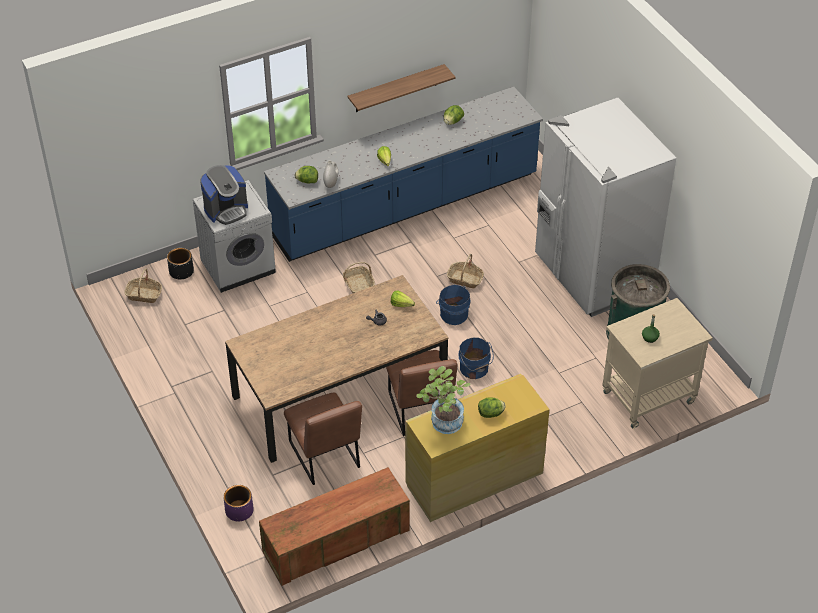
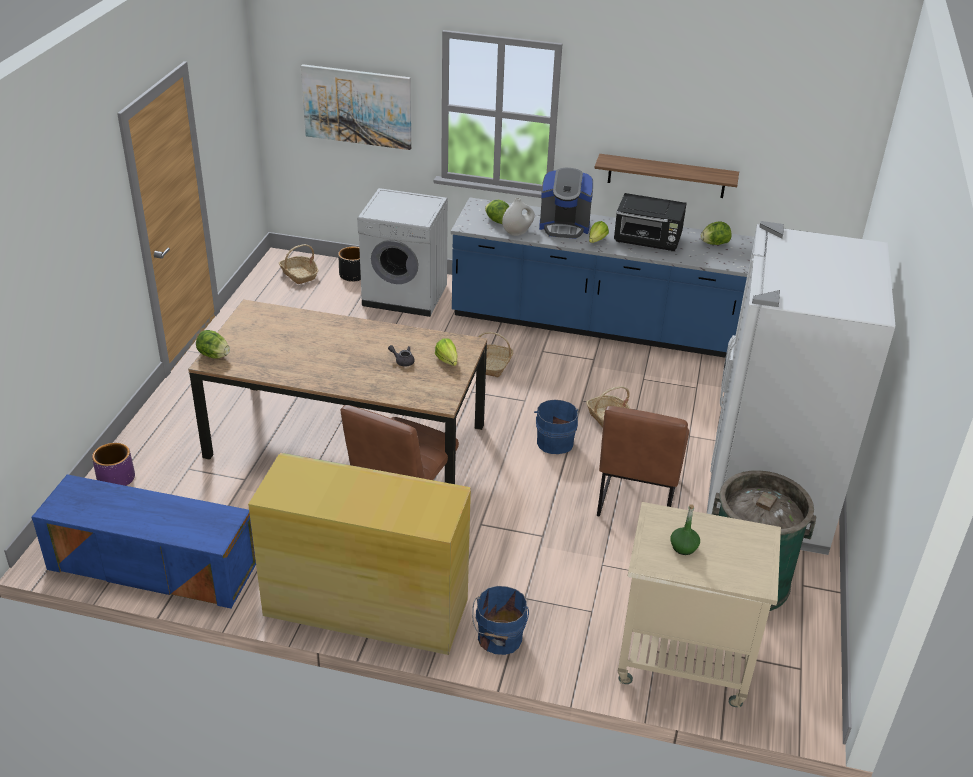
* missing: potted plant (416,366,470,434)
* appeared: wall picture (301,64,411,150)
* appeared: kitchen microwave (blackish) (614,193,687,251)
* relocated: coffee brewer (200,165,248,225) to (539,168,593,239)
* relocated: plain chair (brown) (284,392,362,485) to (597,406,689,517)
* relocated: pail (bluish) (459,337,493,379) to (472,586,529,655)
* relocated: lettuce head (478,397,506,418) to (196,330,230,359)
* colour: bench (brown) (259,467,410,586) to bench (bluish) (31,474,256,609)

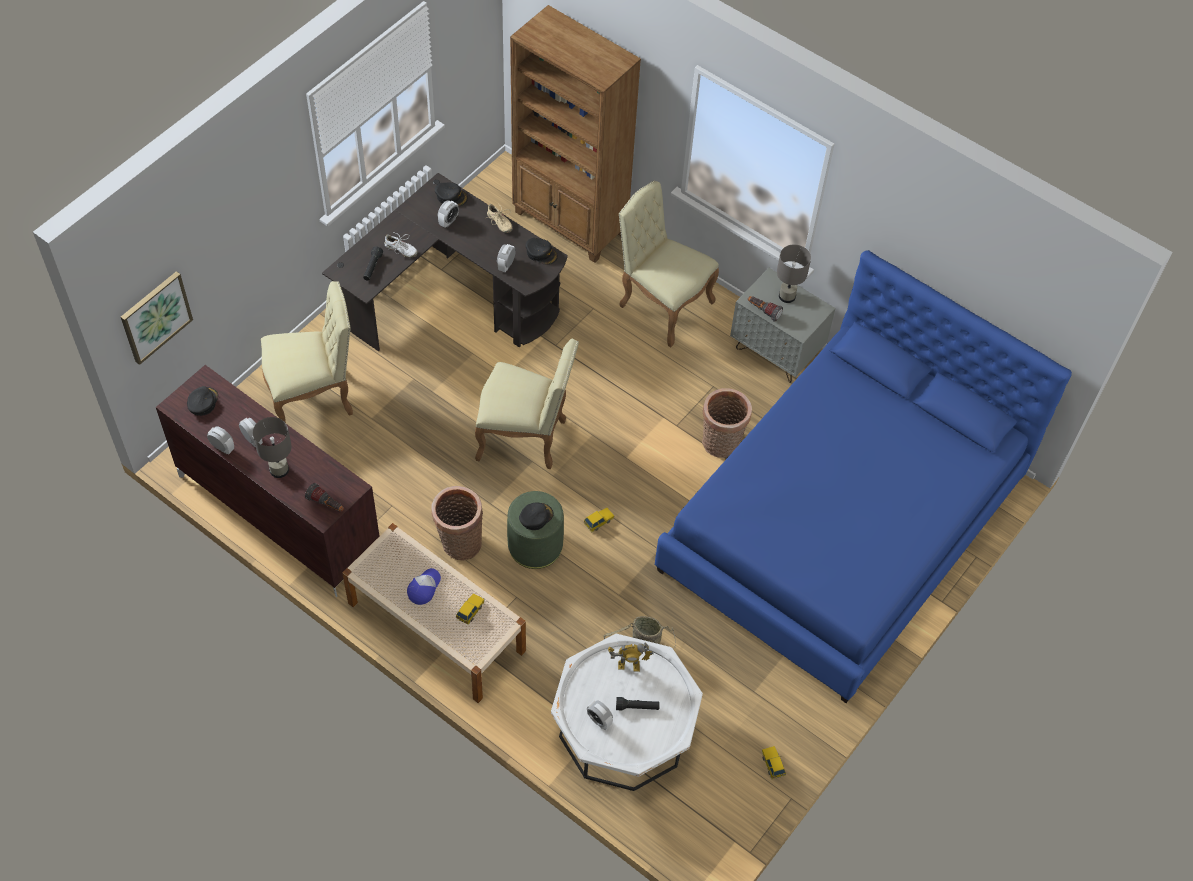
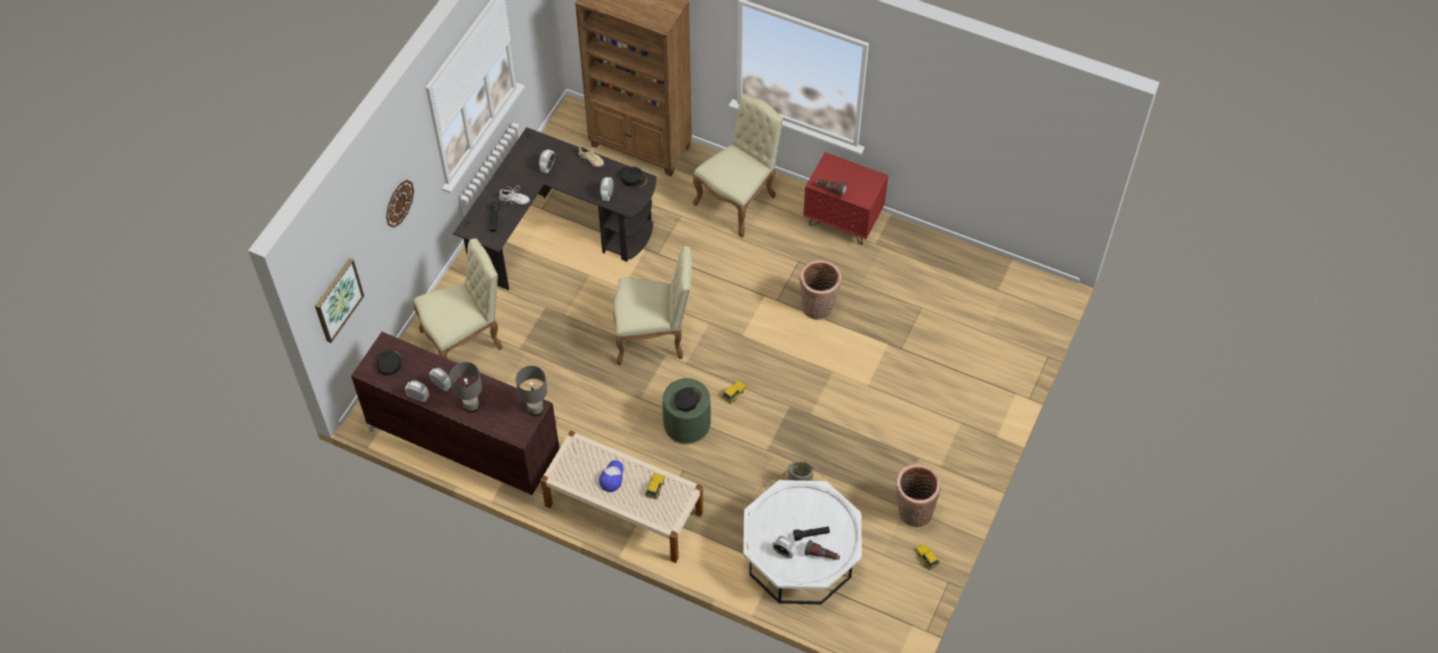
* missing: baseball cap (blackish) (435,183,468,206)
* missing: robot figure (608,643,654,672)
* missing: bedroom bed (bluish) (655,250,1072,703)
* appeared: hanging clock (386,180,414,228)
* relocated: hand torch (305,483,344,512) to (805,540,840,560)
* relocated: storage basket (432,486,483,561) to (895,464,941,527)
* relocated: tabletop lamp (greyish) (777,244,811,303) to (516,366,547,416)
* colour: nightstand (greyish) (730,268,836,383) to nightstand (red) (803,152,888,245)
* spun: plain chair (beige-coloured) (619,181,719,347) = (693,94,783,238) 105 degrees clockwise

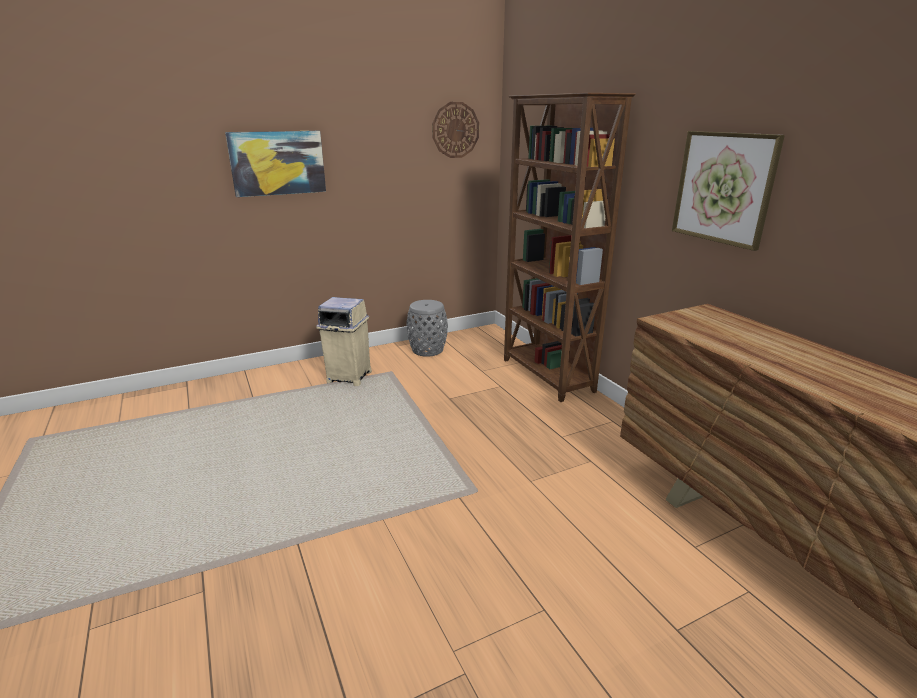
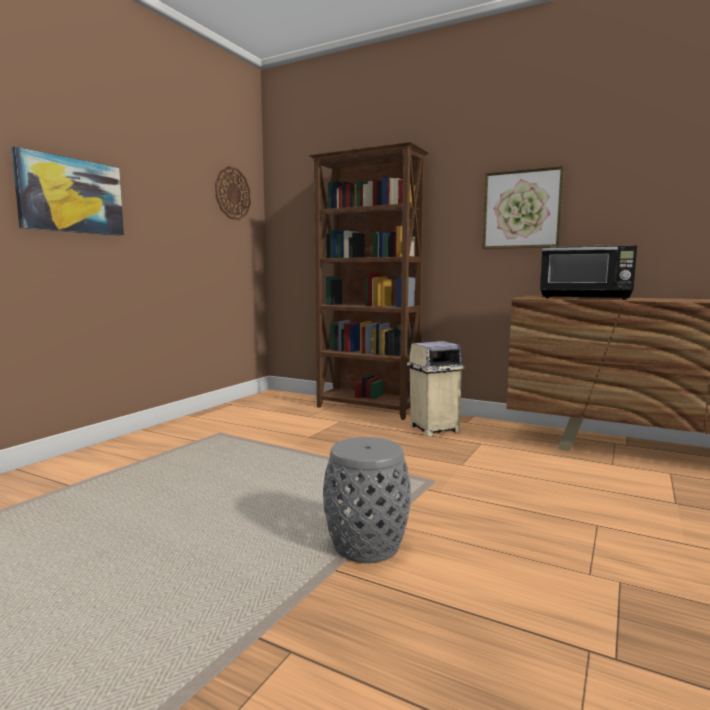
* appeared: kitchen microwave (blackish) (540,246,637,300)
* relocated: waste bin (beige-coloured) (316,297,372,386) to (407,341,465,437)
* relocated: sitting stool (greyish) (406,300,448,357) to (323,437,411,563)

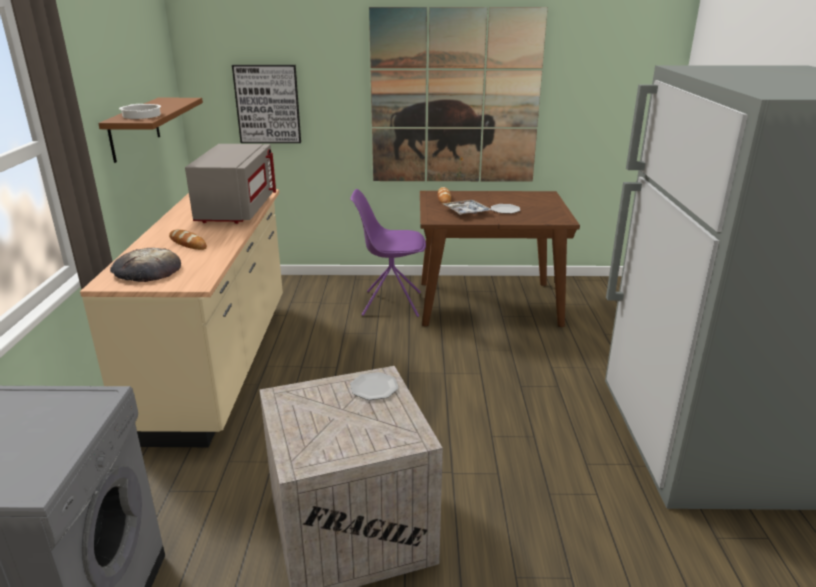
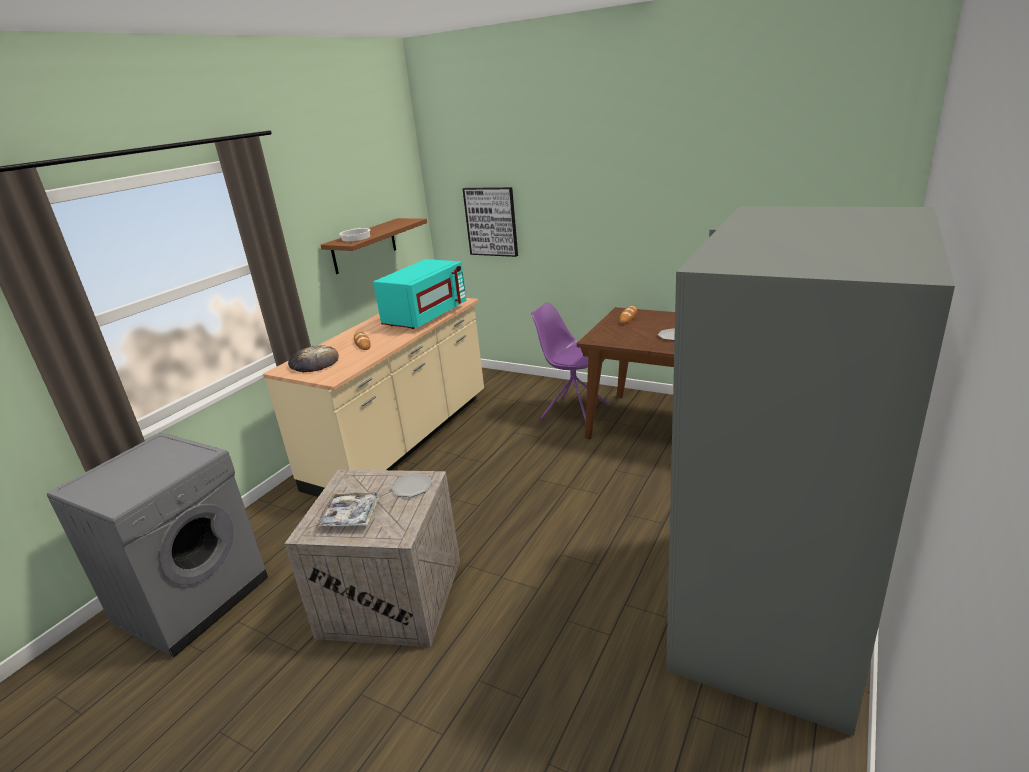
* missing: wall picture (369,7,548,182)
* relocated: tray (442,200,492,215) to (315,492,381,527)
* colour: kitchen microwave (greyish) (185,144,276,224) to kitchen microwave (turquoise-coloured) (373,259,466,329)

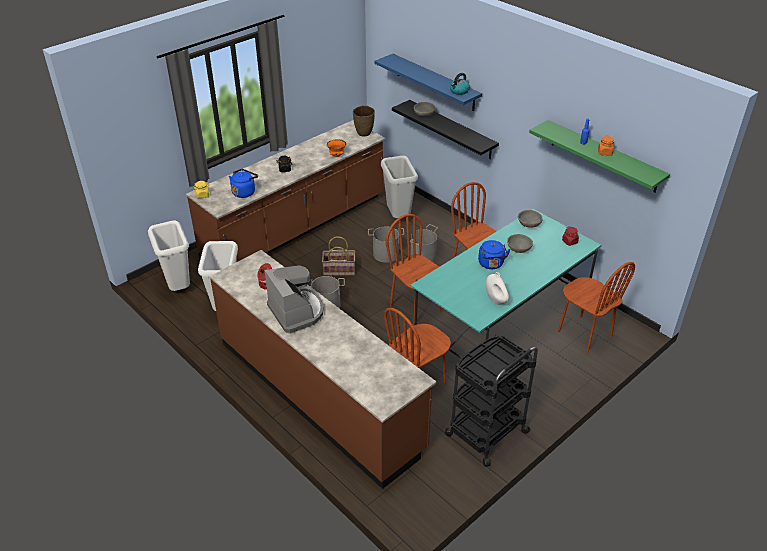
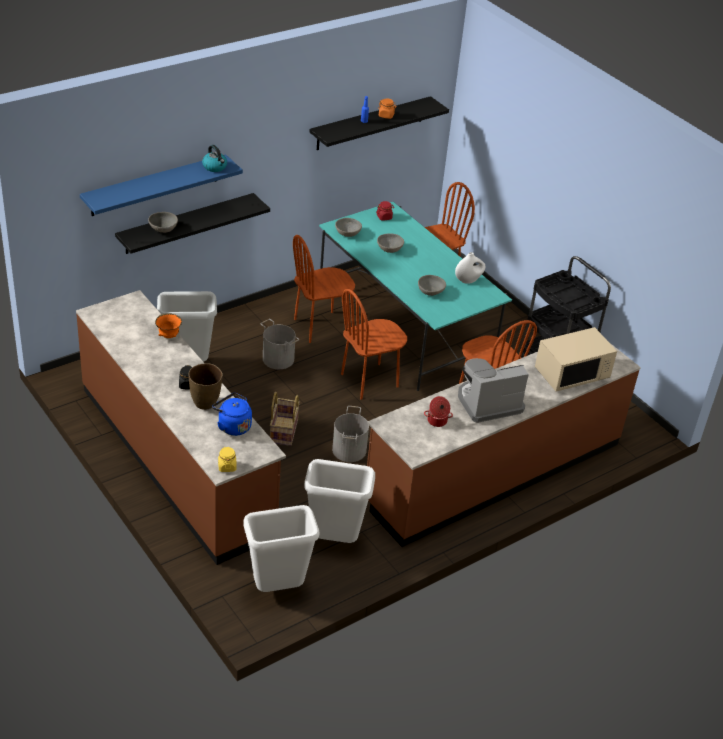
* missing: pail (greyish) (368,226,404,263)
* missing: tea kettle (bluish) (478,240,511,269)
* appeared: deep dish (greyish) (418,275,446,296)
* appeared: kitchen microwave (beige-coloured) (535,327,617,392)
* relocated: flower vase (brown) (353,105,375,136) to (189,363,223,410)
* colour: shelf (greenish) (529,120,670,193) to shelf (blackish) (309,96,449,150)

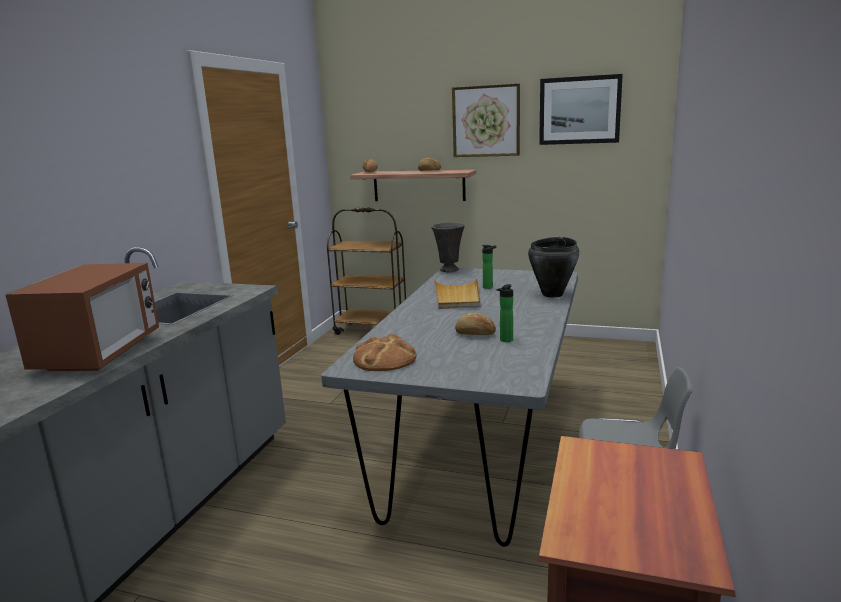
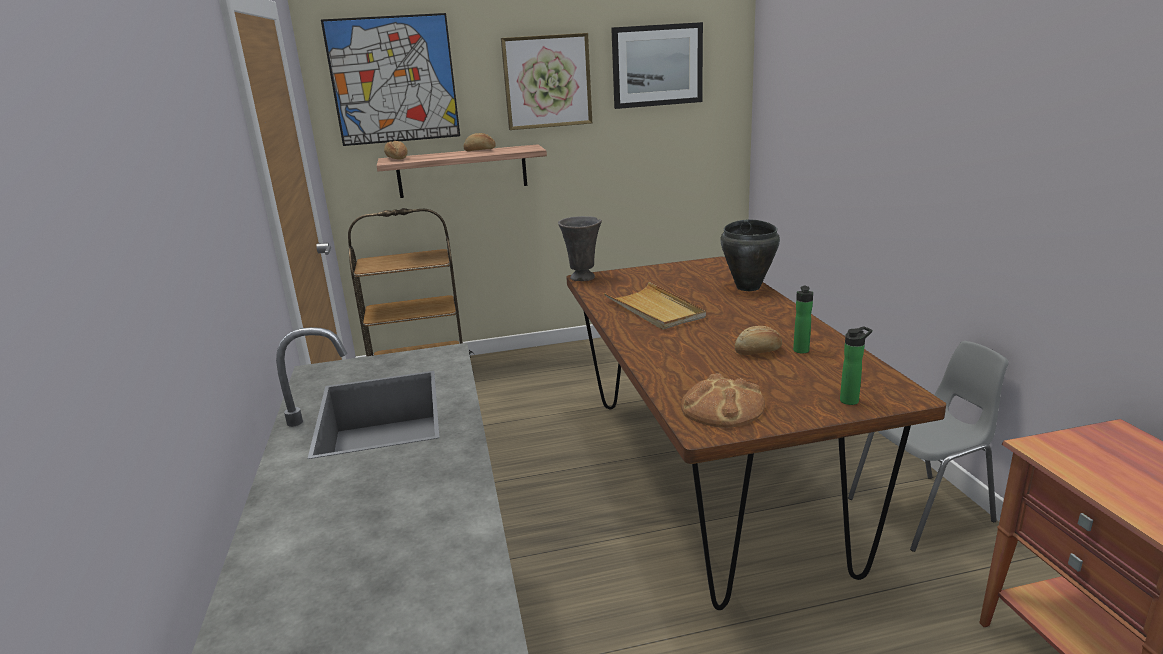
* missing: kitchen microwave (5,263,159,371)
* appeared: wall picture (321,13,460,146)
* relocated: drink bottle (482,245,497,289) to (840,326,872,405)
* colour: dinner table (greyish) (321,268,578,547) to dinner table (brown) (566,257,946,610)

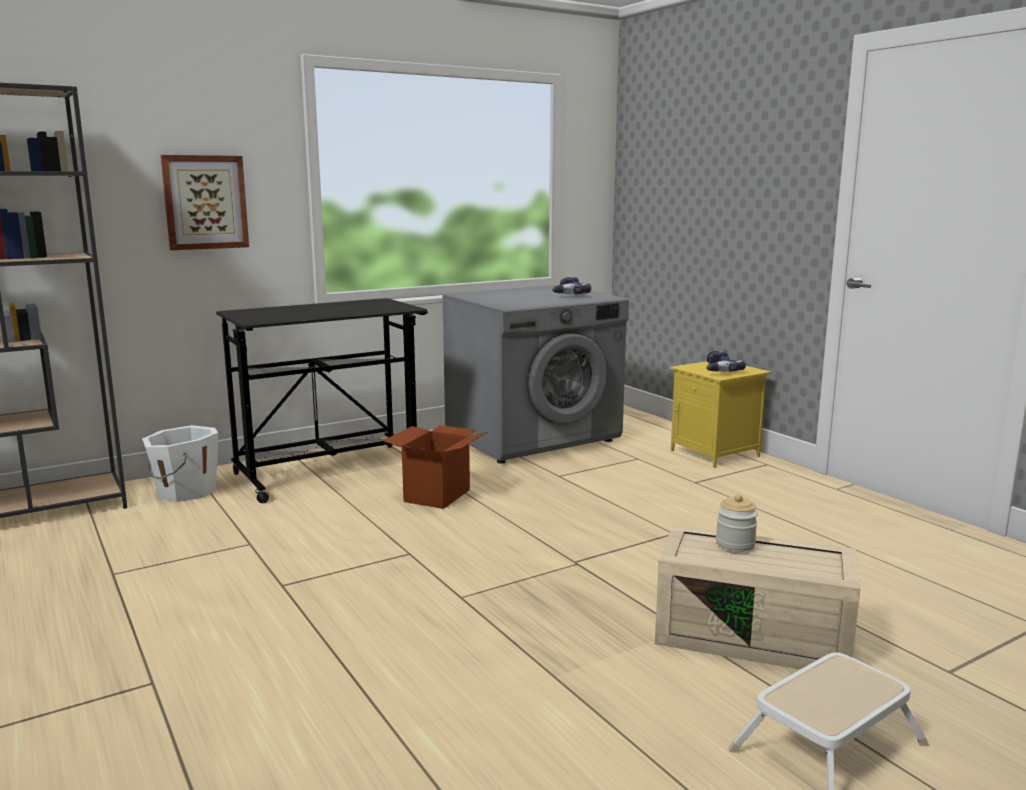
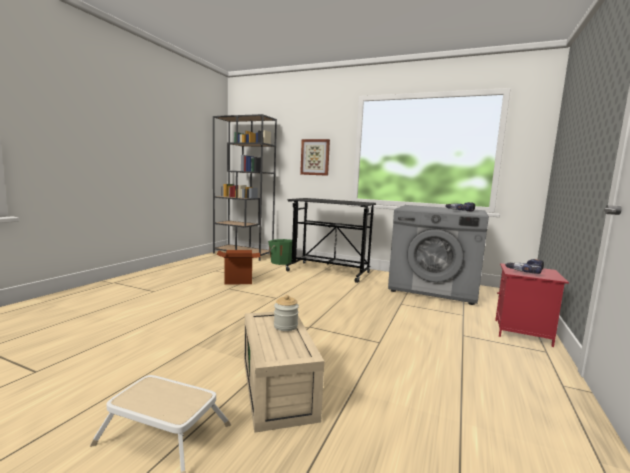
* relocated: packing box (383,425,487,509) to (217,250,261,285)
* colour: pail (white) (142,425,218,502) to pail (greenish) (268,239,292,265)
* colour: nightstand (yellow-coloured) (670,361,772,468) to nightstand (red) (495,263,569,347)

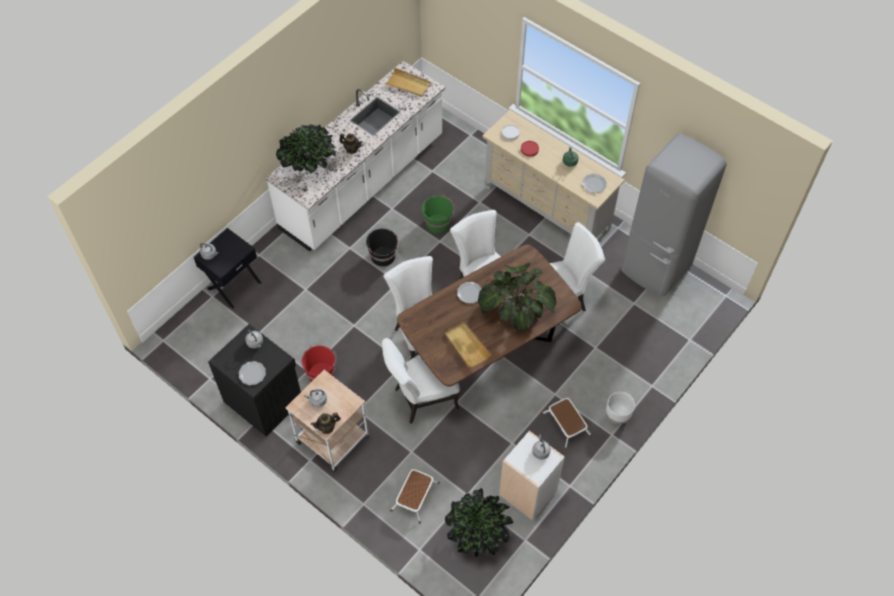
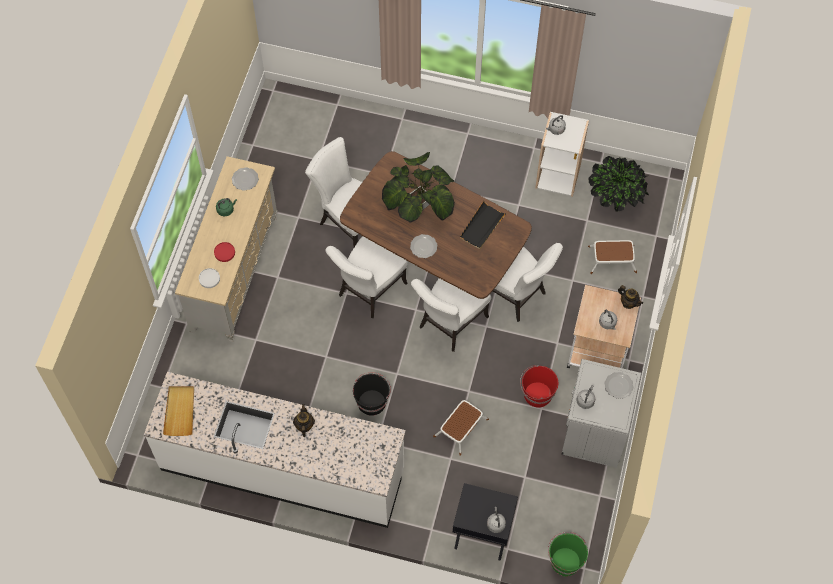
* missing: potted plant (276,124,336,174)
* missing: planter (white) (606,392,635,424)
* missing: kitchen fridge (greyish) (621,133,727,296)
* relocated: pail (greenish) (422,195,454,233) to (548,532,588,577)
* relocated: step stool (brown) (541,398,592,450) to (433,400,489,456)
* colour: laundry machine (blackish) (208,324,301,437) to laundry machine (white) (562,359,641,468)
* colour: tray (beige-coloured) (445,321,491,368) to tray (blackish) (460,201,506,249)

